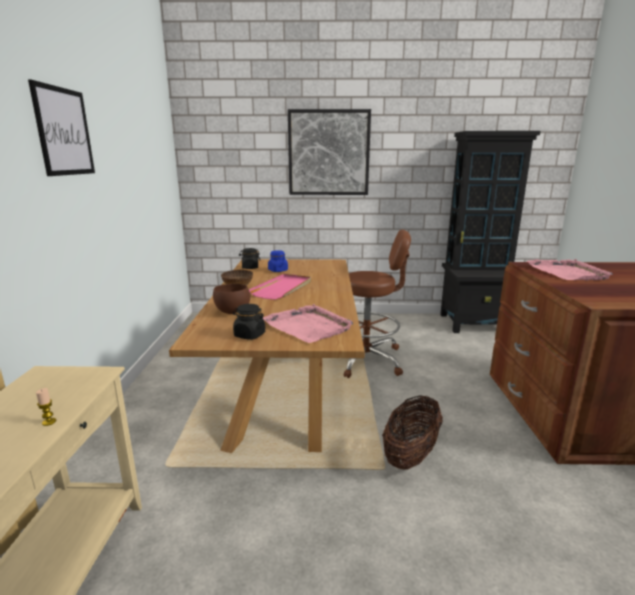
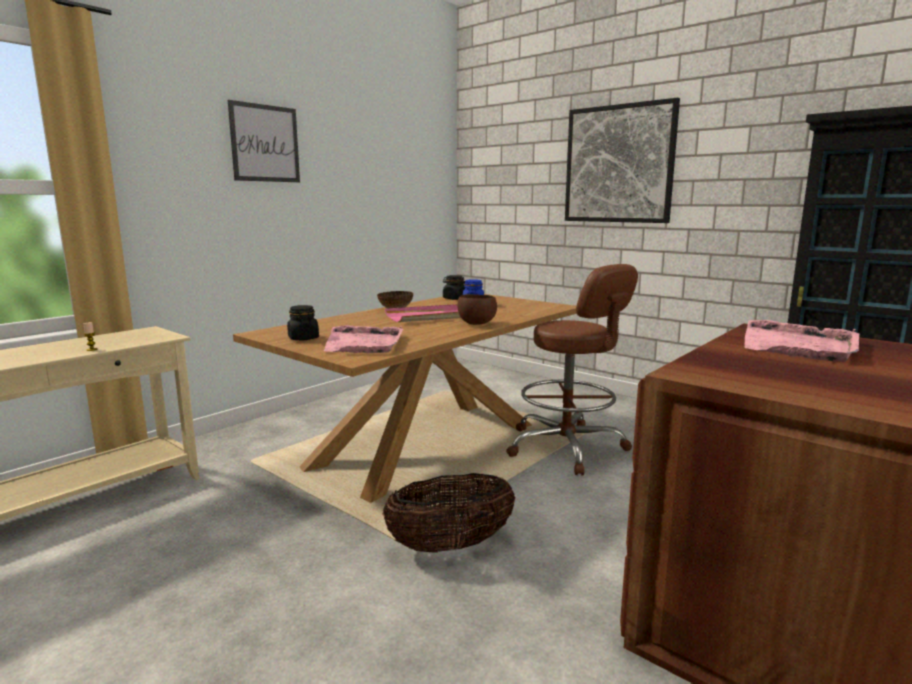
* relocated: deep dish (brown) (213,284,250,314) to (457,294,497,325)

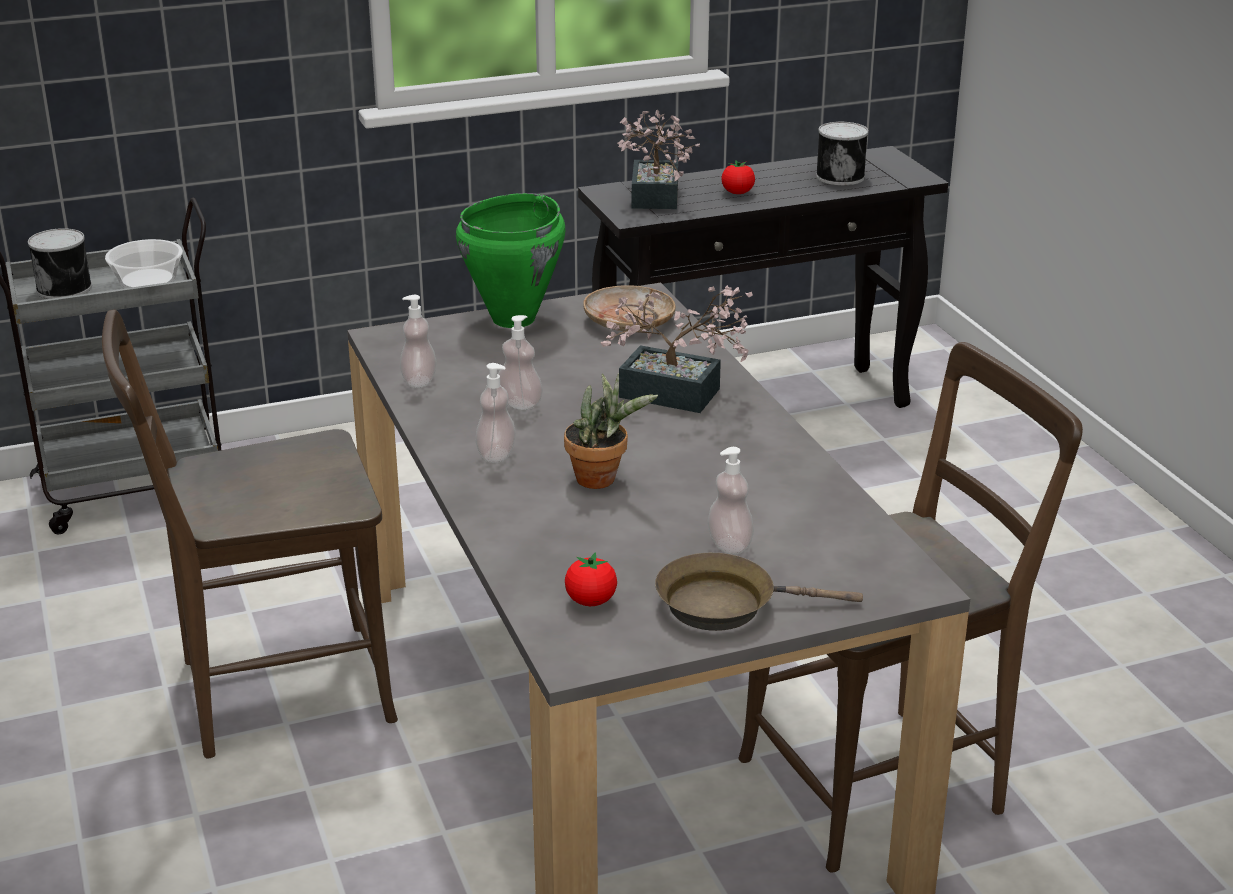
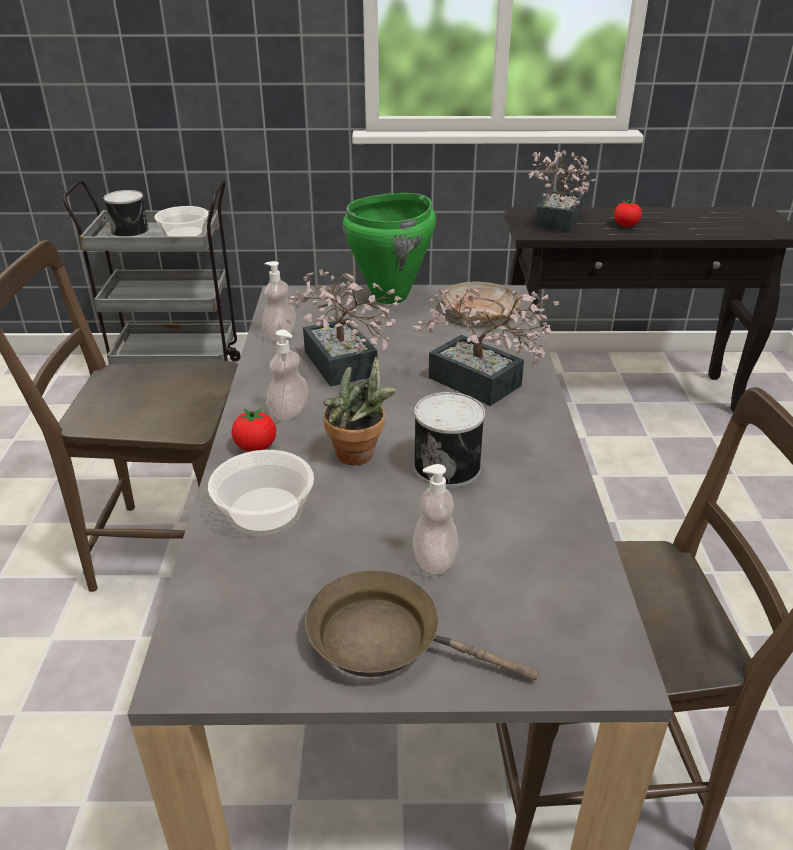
* appeared: deep dish (208,450,314,536)
* relocated: tomato (565,552,617,606) to (232,408,276,452)
* relocated: metal can (816,122,868,185) to (414,392,485,488)
* exchanged: liquid soap bottle (498,315,543,410) to potted plant (288,269,402,387)

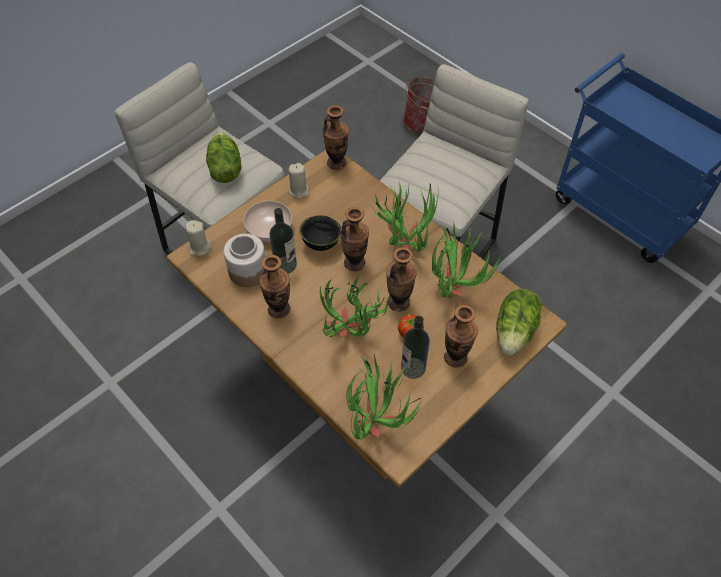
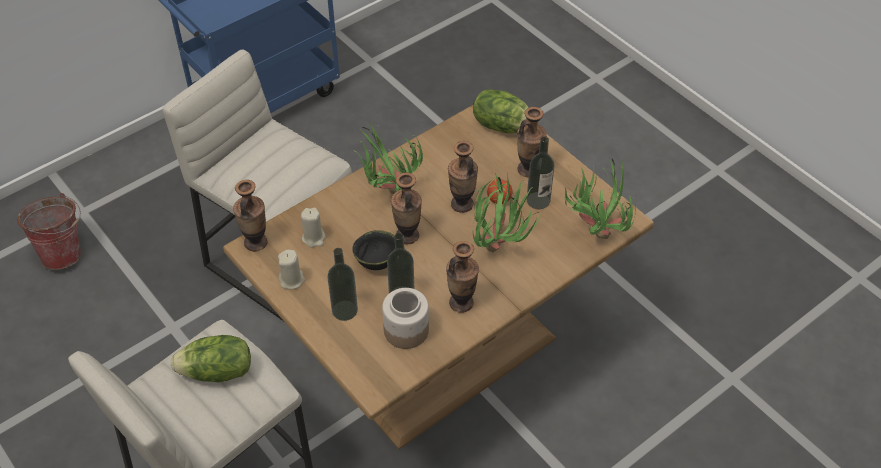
* missing: potted plant (432,222,501,298)
* relocated: candle (beige-coloured) (186,220,211,256) to (301,208,326,247)
* exchanged: deep dish (243,201,292,242) to drink bottle (327,248,358,321)

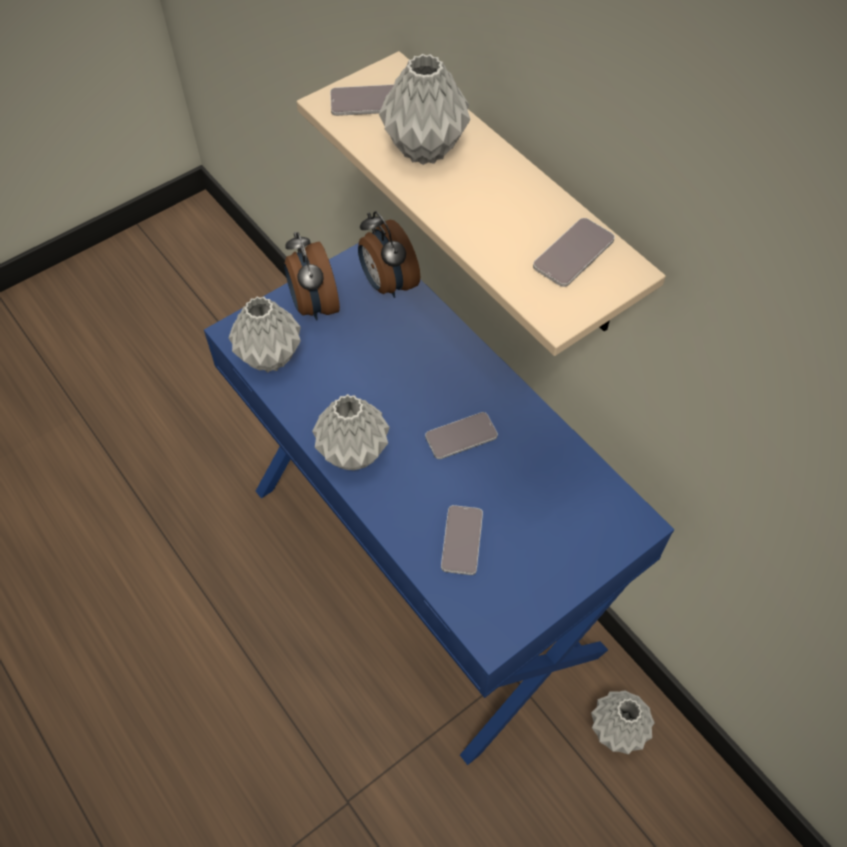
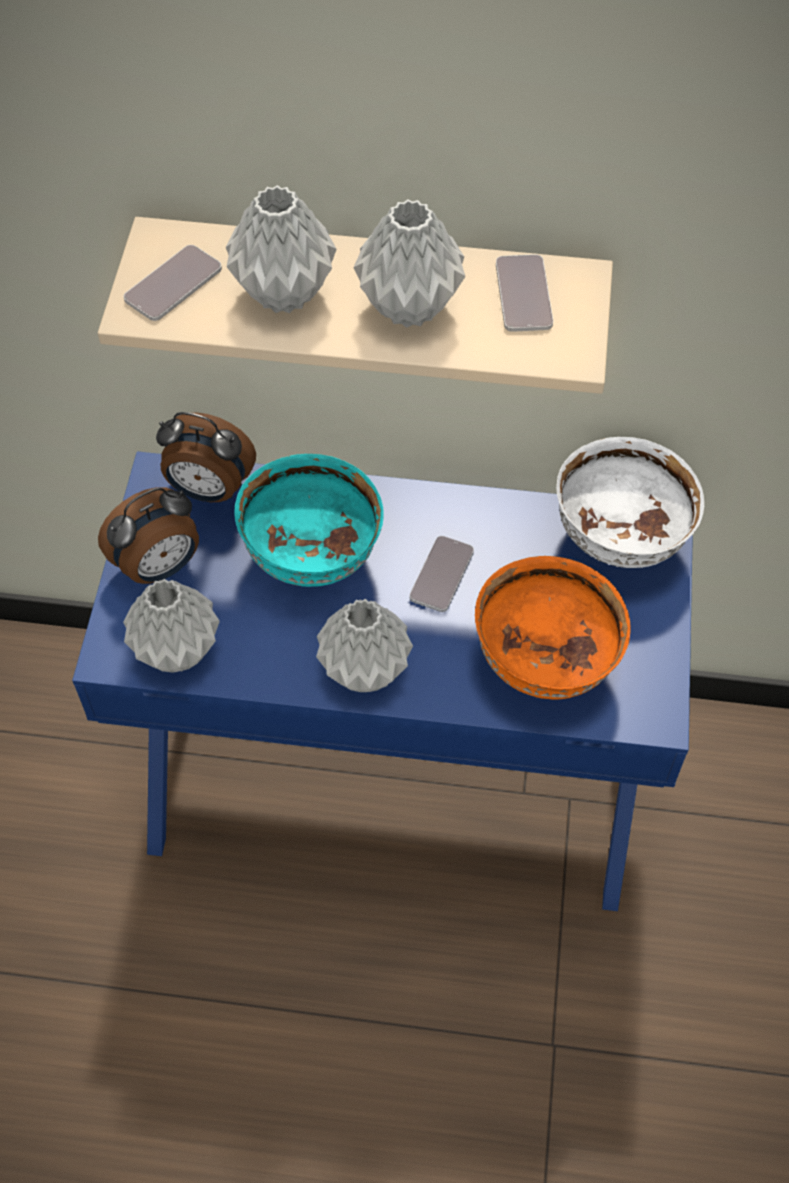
* appeared: deep dish (turquoise-coloured) (234,454,384,587)
* appeared: deep dish (white) (556,437,704,568)
* relocated: flower vase (greyish) (591,690,655,754) to (354,199,465,328)
* exchanged: telephone (441,505,483,575) to deep dish (orangey) (475,556,631,700)
* spun: table clock (284,232,340,321) = (98,487,199,584) 60 degrees counterclockwise

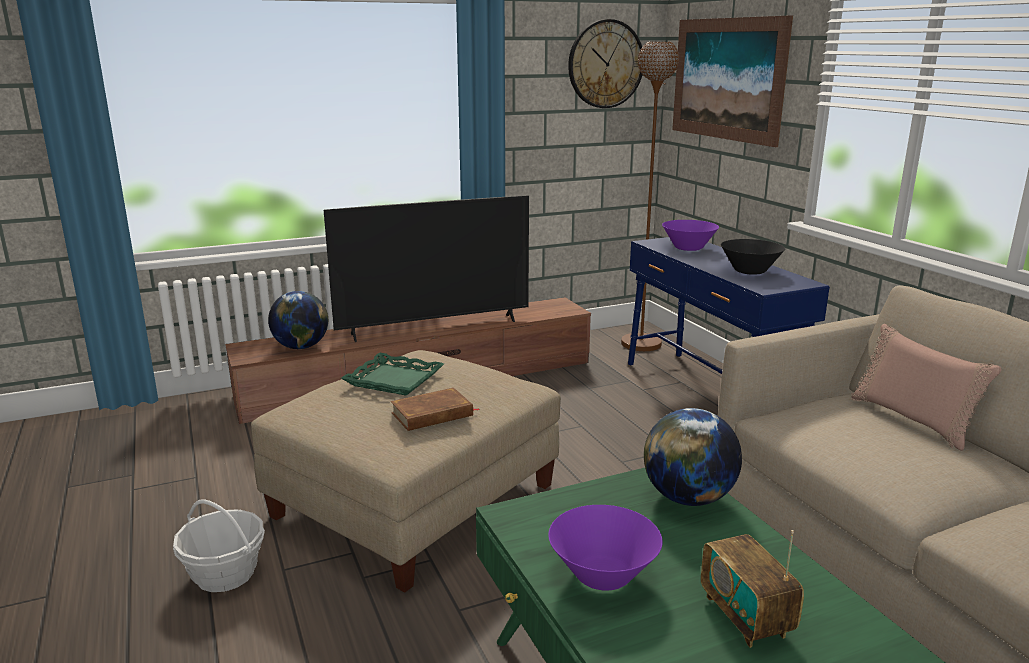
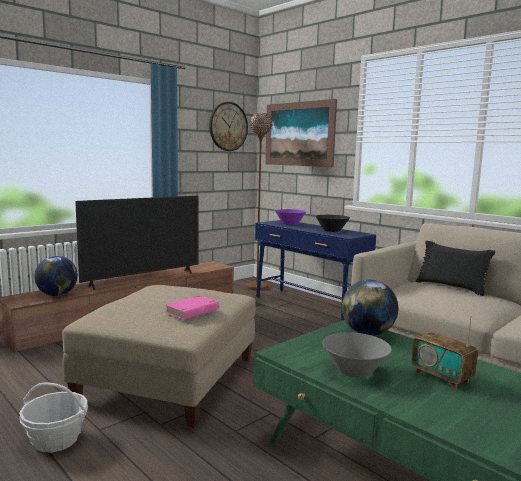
* missing: tray (greenish) (341,353,444,396)
* colour: volume (brown) (391,388,479,431) to volume (pinkish) (165,296,220,320)
* colour: deep dish (purplish) (548,505,663,591) to deep dish (greyish) (322,332,392,378)
* colour: throw pillow (beige-coloured) (851,324,1002,451) to throw pillow (blackish) (416,241,495,296)

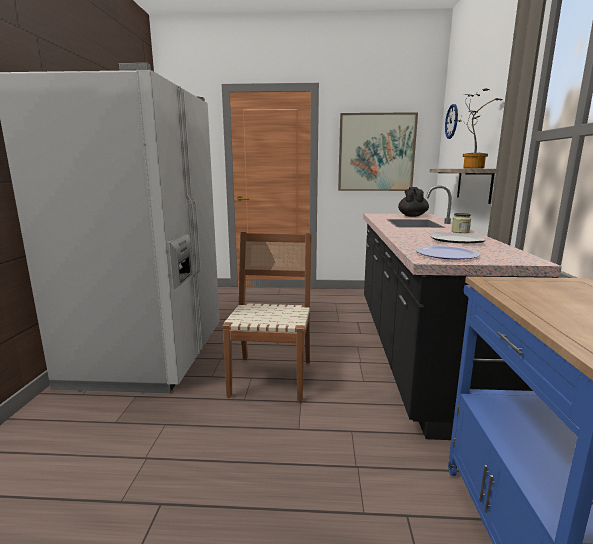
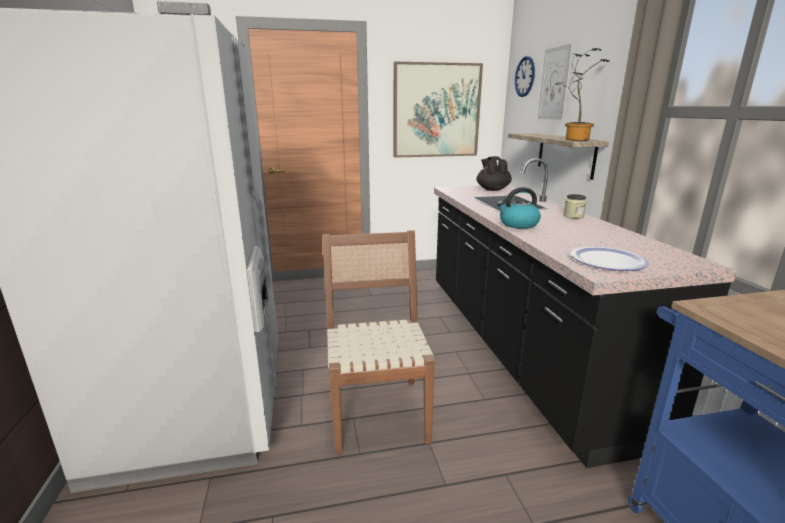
* missing: dinner plate (431,231,485,243)
* appeared: tea kettle (497,187,541,229)
* appeared: wall picture (538,44,573,120)

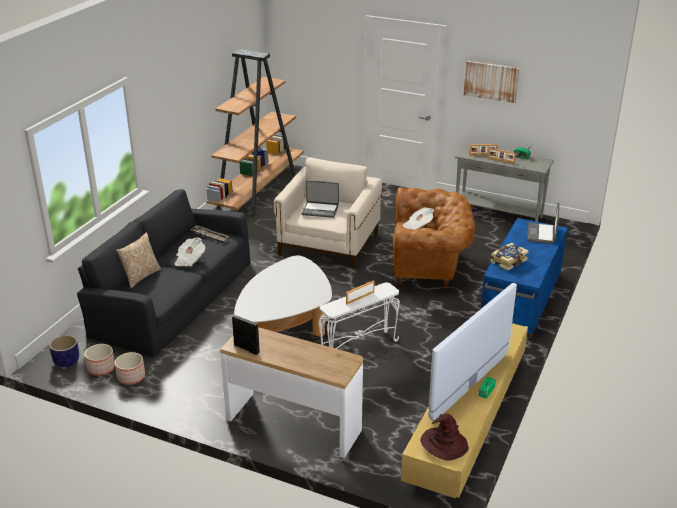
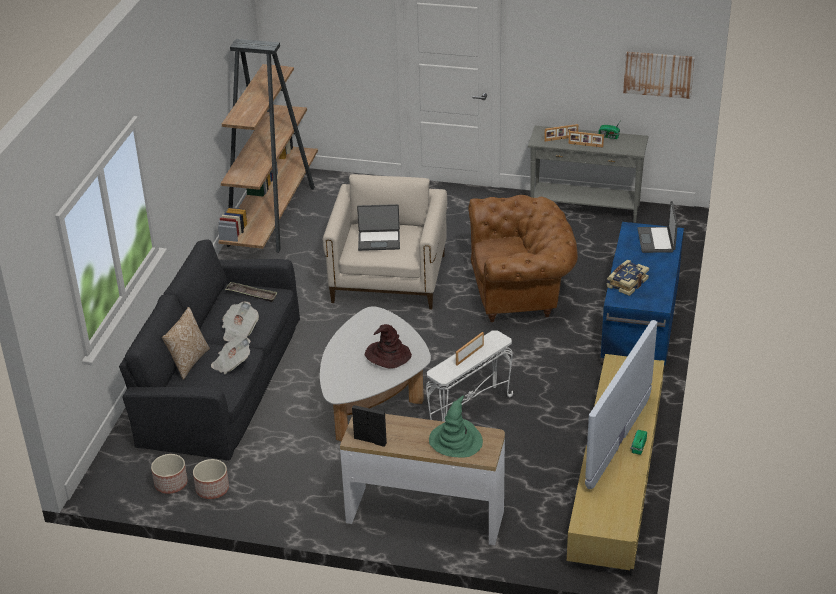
* missing: planter (49,335,79,368)
* appeared: hat (greenish) (429,395,483,457)
* relocated: newspaper (403,207,434,230) to (211,336,251,374)
* relocated: hat (brown) (420,414,469,461) to (365,324,412,369)
* relocated: wall picture (464,61,519,103) to (623,51,695,99)

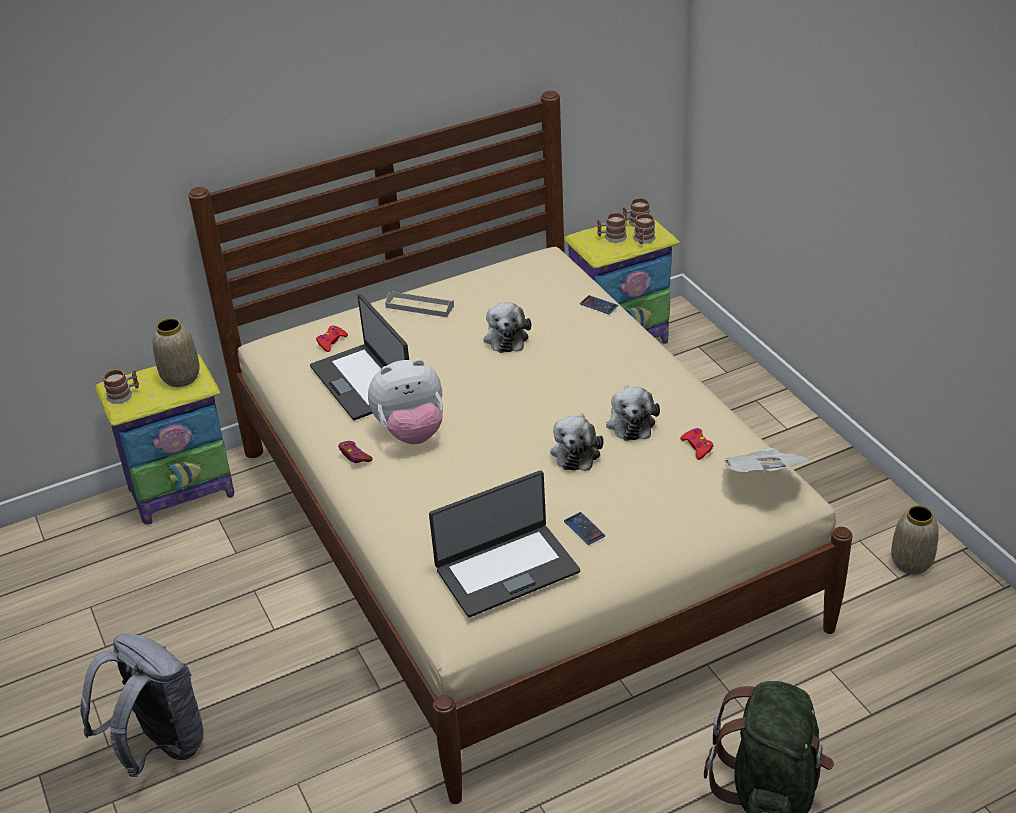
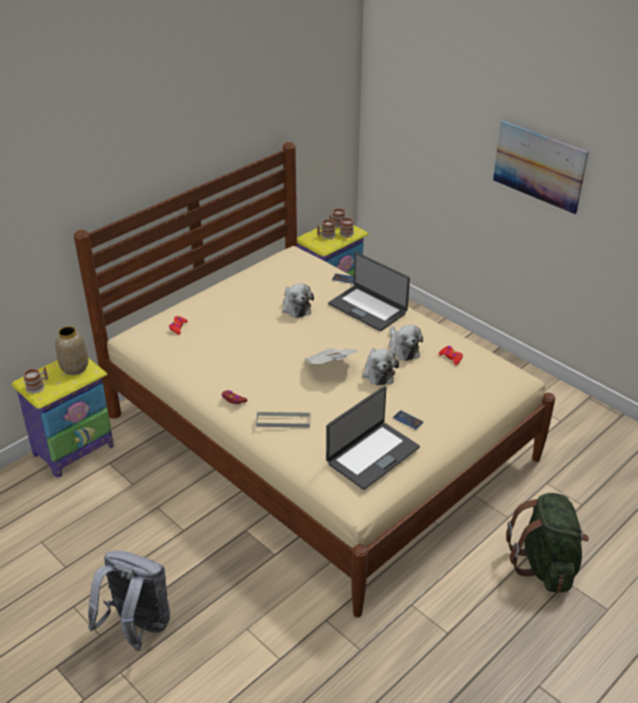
* missing: plush toy (368,359,443,444)
* missing: flower vase (891,505,939,574)
* appeared: wall picture (493,120,589,214)
* relocated: notebook computer (310,294,409,420) to (328,252,410,331)
* relocated: tray (greyish) (385,291,454,317) to (256,411,310,428)
* relocated: newspaper (724,448,808,472) to (304,348,358,364)

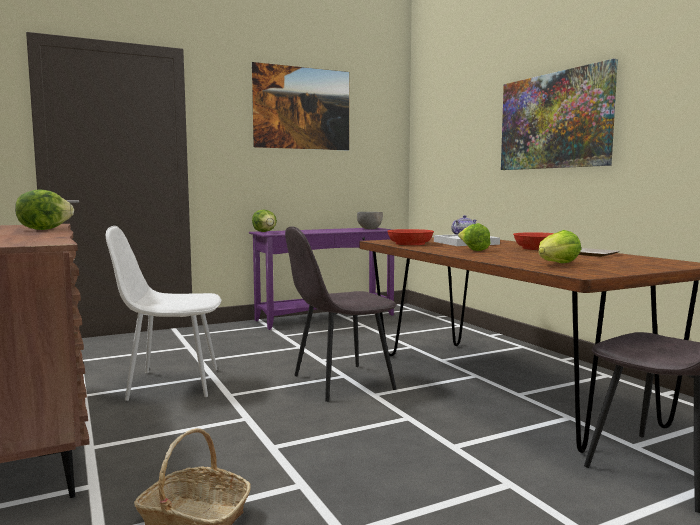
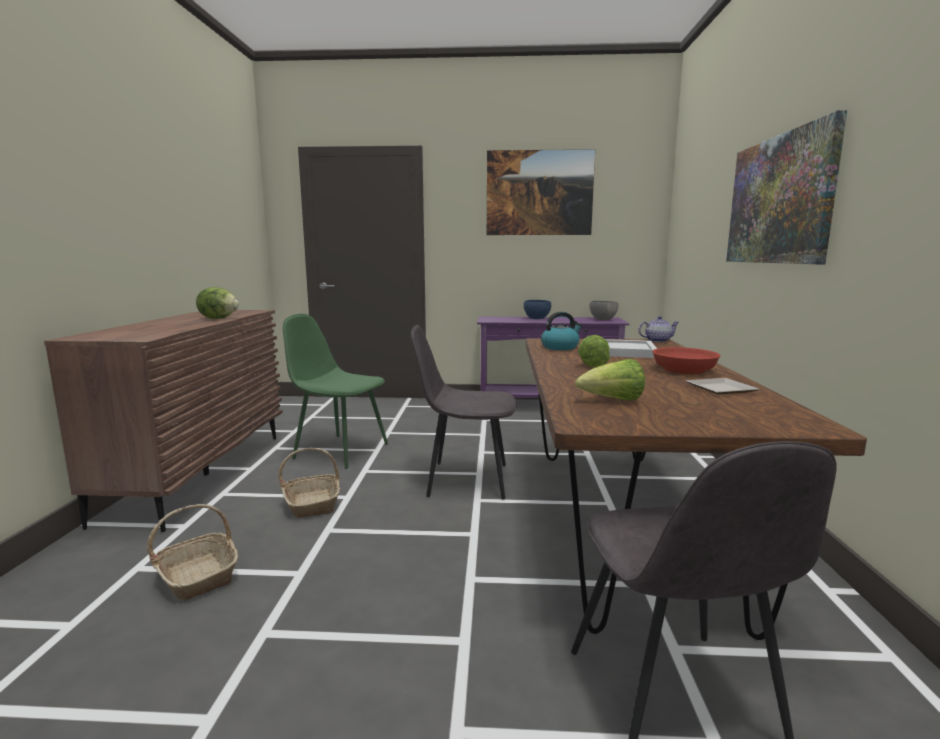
* missing: lettuce head (252,210,277,232)
* appeared: storage basket (278,448,340,518)
* appeared: deep dish (bluish) (524,300,551,319)
* exchanged: deep dish (red) (387,229,434,245) to tea kettle (541,312,583,350)
* colour: plain chair (white) (106,226,221,401) to plain chair (greenish) (283,314,388,469)

